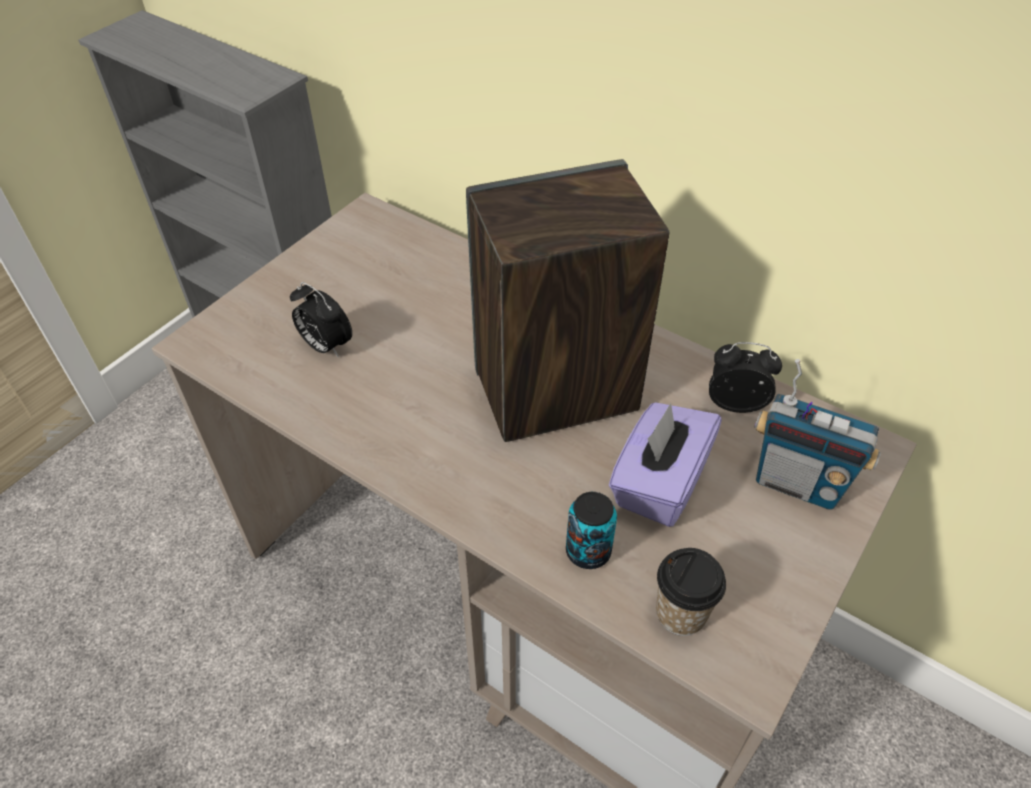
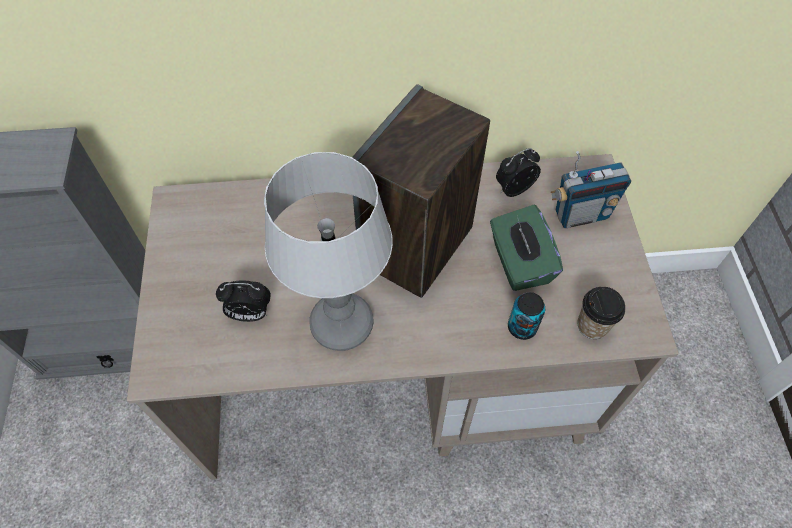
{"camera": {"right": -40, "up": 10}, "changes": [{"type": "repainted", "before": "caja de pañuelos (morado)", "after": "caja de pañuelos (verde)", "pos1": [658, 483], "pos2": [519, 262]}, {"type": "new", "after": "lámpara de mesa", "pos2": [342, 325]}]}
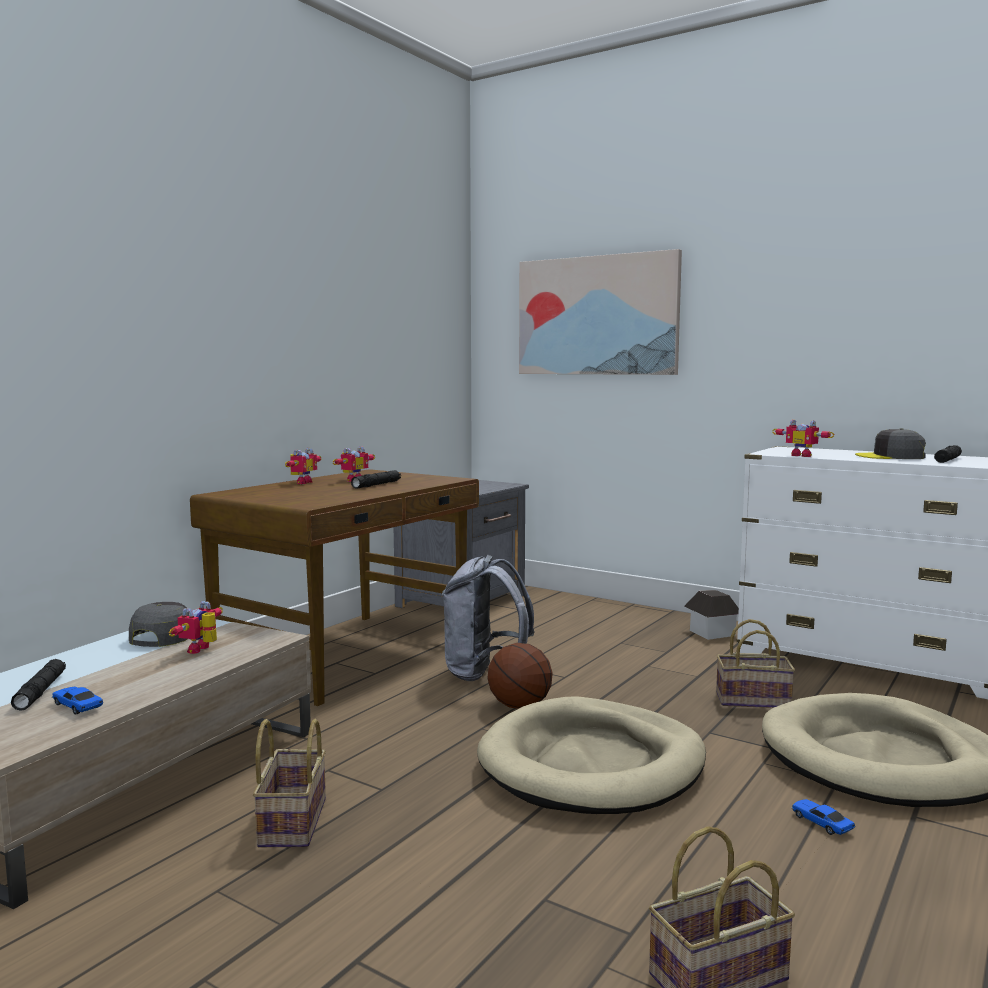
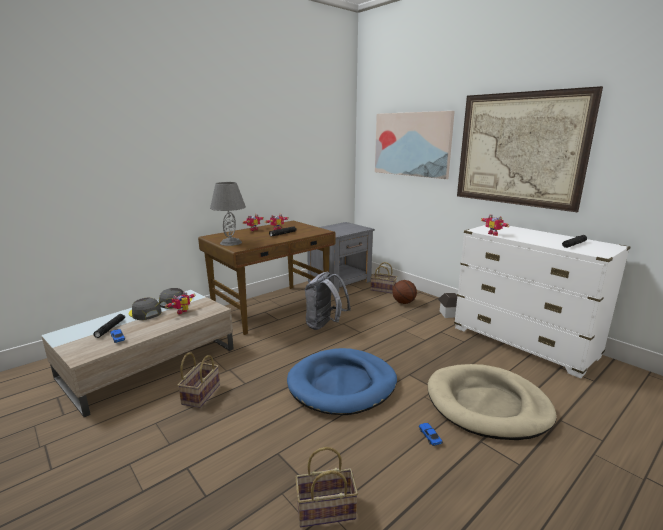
{"camera": {"right": 15, "up": 10}, "changes": [{"type": "repainted", "before": "cama para perro (beis)", "after": "cama para perro (azul)", "pos1": [592, 764], "pos2": [342, 384]}, {"type": "shifted", "before": "balón de baloncesto", "pos1": [520, 706], "pos2": [404, 302]}, {"type": "shifted", "before": "cesta", "pos1": [754, 700], "pos2": [384, 289]}, {"type": "shifted", "before": "gorra (gris)", "pos1": [891, 457], "pos2": [145, 313]}, {"type": "new", "after": "lámpara de mesa (gris)", "pos2": [230, 242]}, {"type": "new", "after": "cuadro", "pos2": [519, 149]}]}
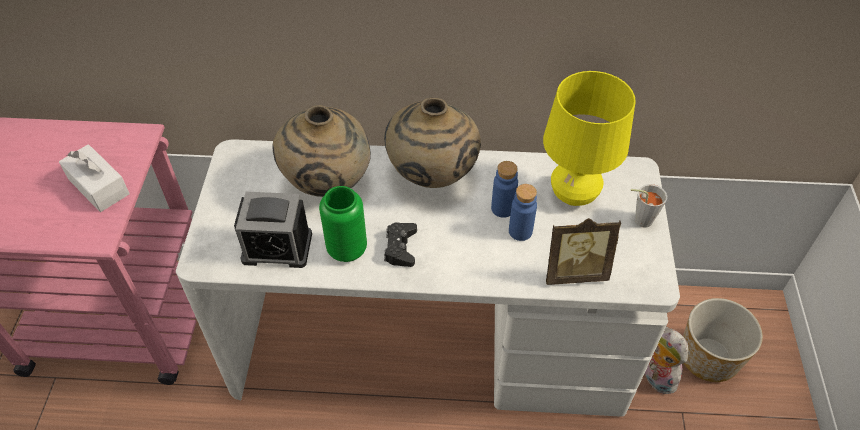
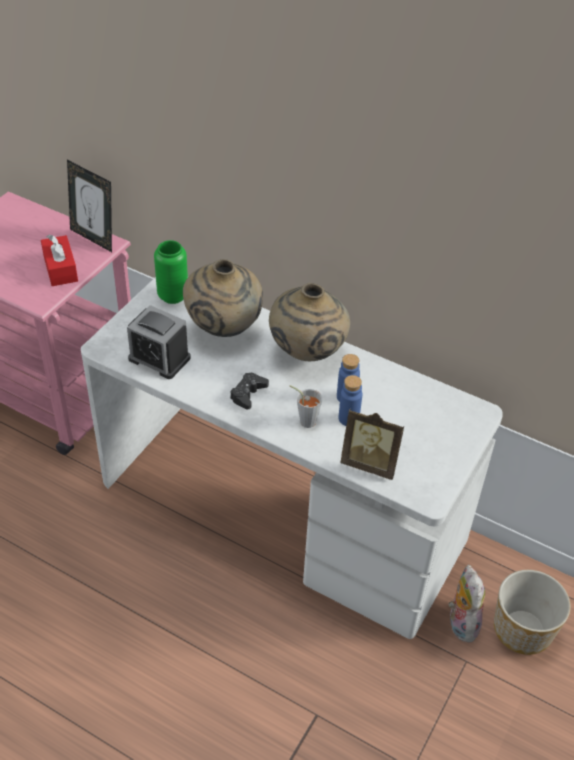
{"camera": {"right": 25, "up": -5}, "changes": [{"type": "repainted", "before": "caja de pañuelos (blanco)", "after": "caja de pañuelos (rojo)", "pos1": [98, 186], "pos2": [60, 269]}, {"type": "shifted", "before": "florero (verde)", "pos1": [347, 249], "pos2": [173, 296]}, {"type": "gone", "before": "lámpara de mesa (amarillo)", "pos1": [574, 195]}, {"type": "shifted", "before": "taza (gris)", "pos1": [639, 220], "pos2": [304, 420]}, {"type": "new", "after": "portarretratos", "pos2": [94, 238]}]}
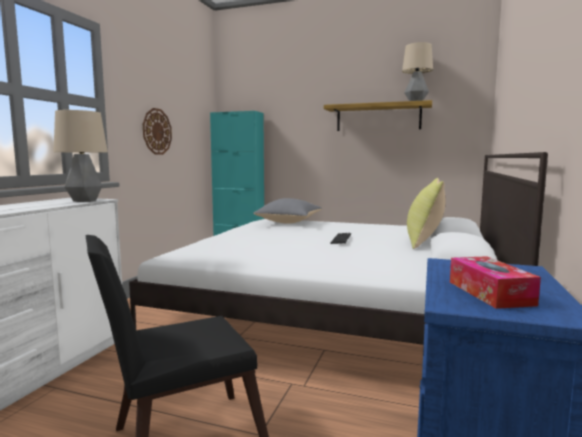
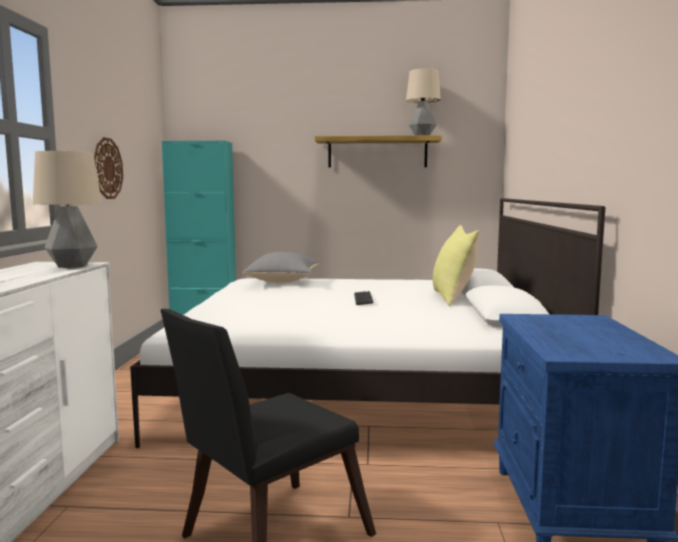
{"camera": {"right": -15, "up": 0}, "changes": [{"type": "gone", "before": "caja de pañuelos", "pos1": [490, 293]}]}
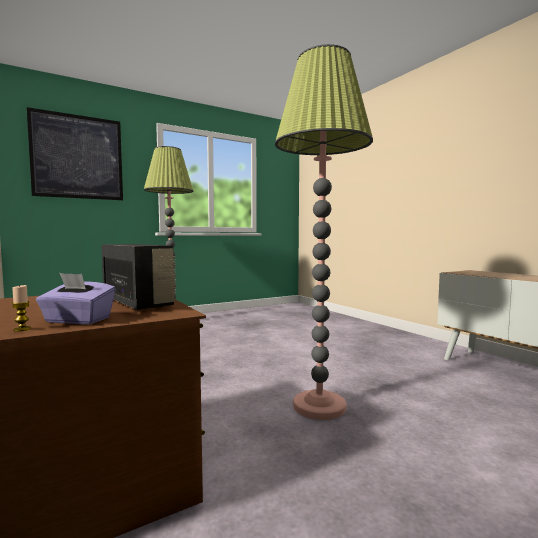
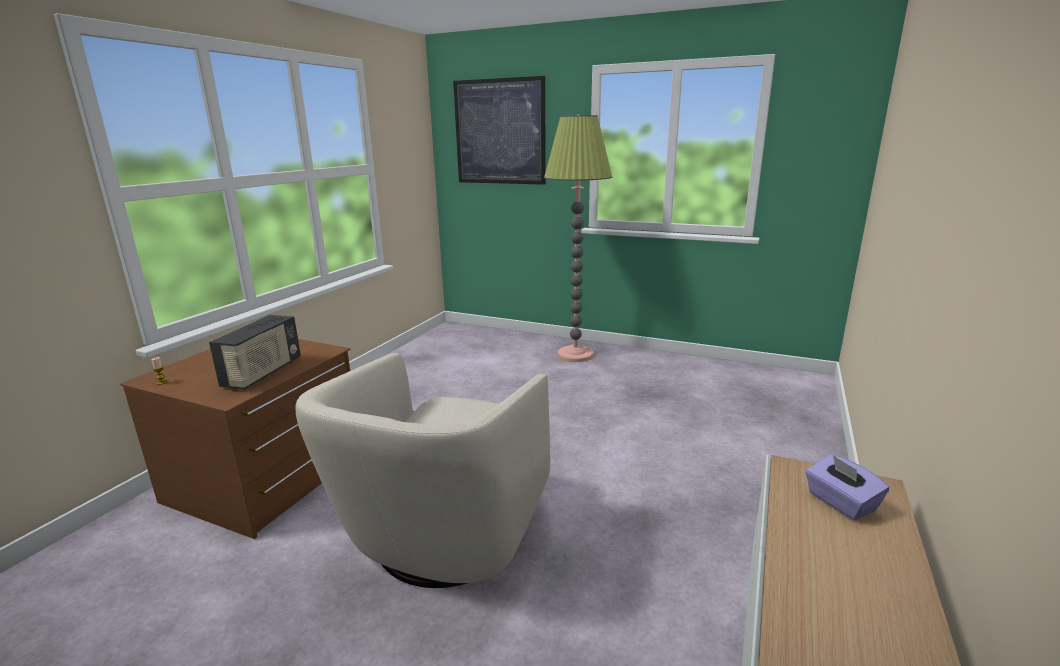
{"camera": {"right": 55, "up": 15}, "changes": [{"type": "shifted", "before": "caja de pañuelos (morado)", "pos1": [77, 320], "pos2": [840, 502]}, {"type": "swapped", "before": "lámpara de pie", "after": "sillón (beis)", "pos1": [319, 406], "pos2": [445, 538]}]}
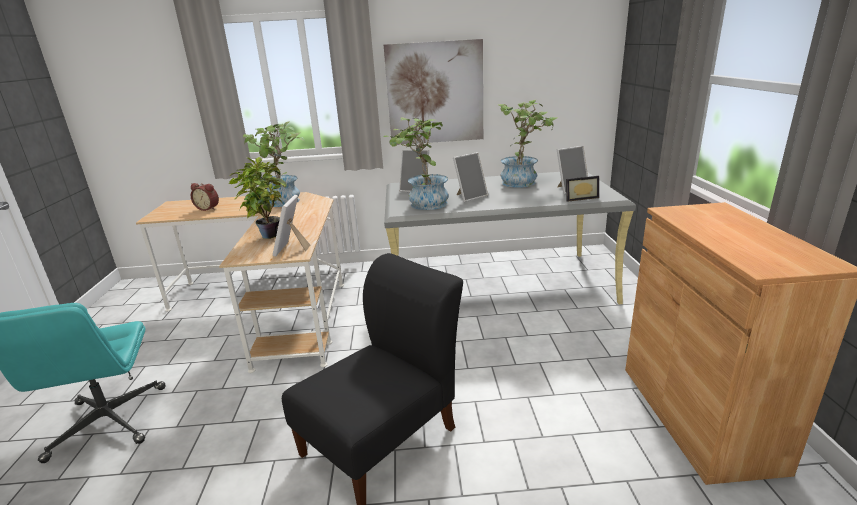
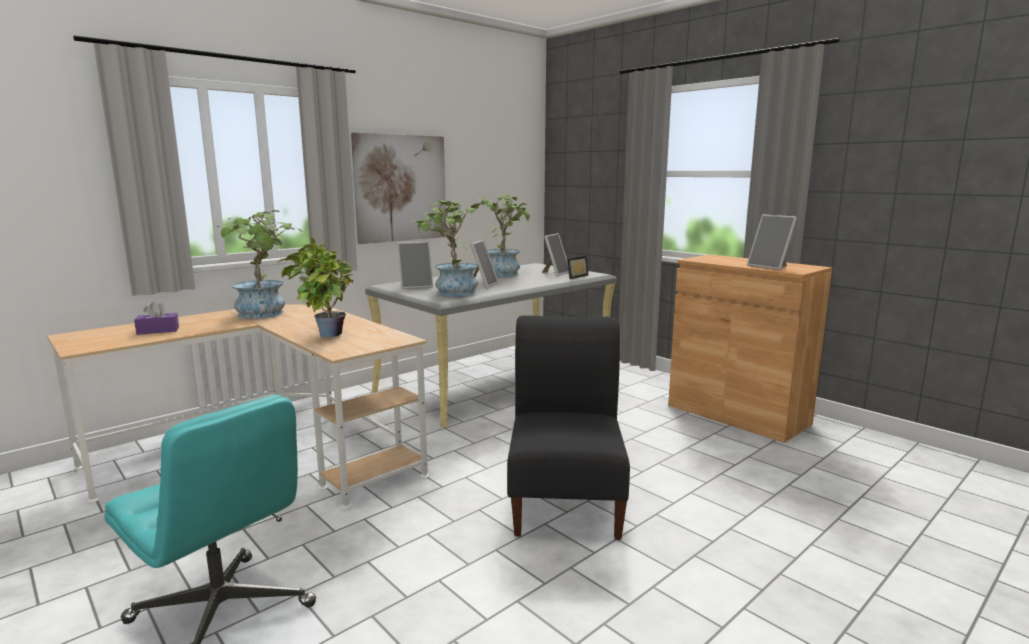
{"camera": {"right": -40, "up": -10}, "changes": [{"type": "swapped", "before": "despertador", "after": "caja de pañuelos (morado)", "pos1": [208, 208], "pos2": [158, 331]}, {"type": "shifted", "before": "portarretratos", "pos1": [292, 249], "pos2": [770, 266]}]}
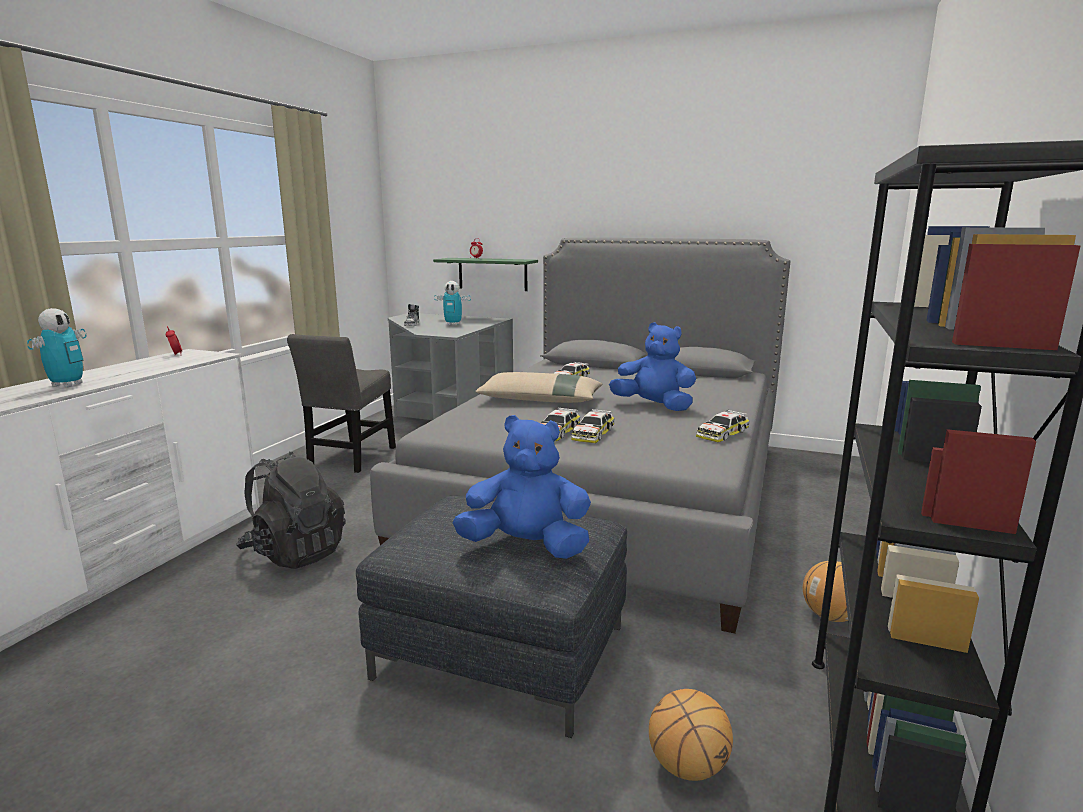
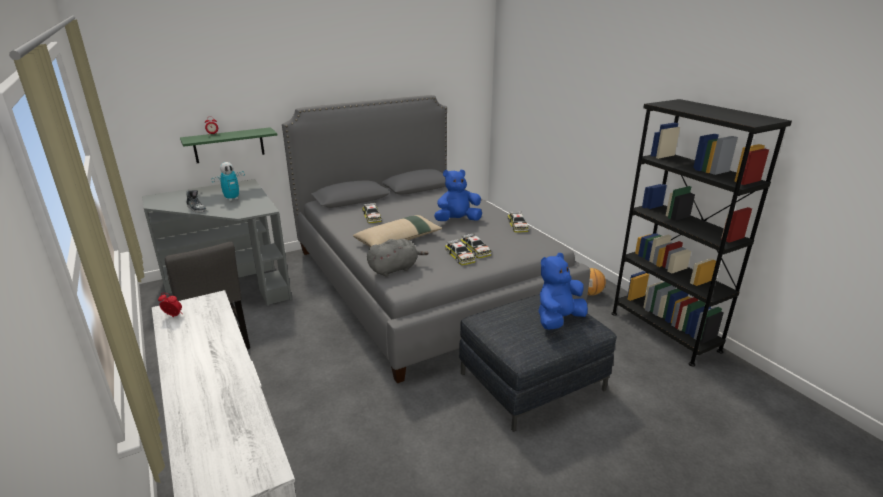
{"camera": {"right": -50, "up": 10}, "changes": [{"type": "gone", "before": "robot de juguete", "pos1": [67, 385]}, {"type": "gone", "before": "mochila (negro)", "pos1": [295, 552]}, {"type": "gone", "before": "balón de baloncesto", "pos1": [687, 767]}, {"type": "new", "after": "peluche (gris)", "pos2": [395, 269]}]}
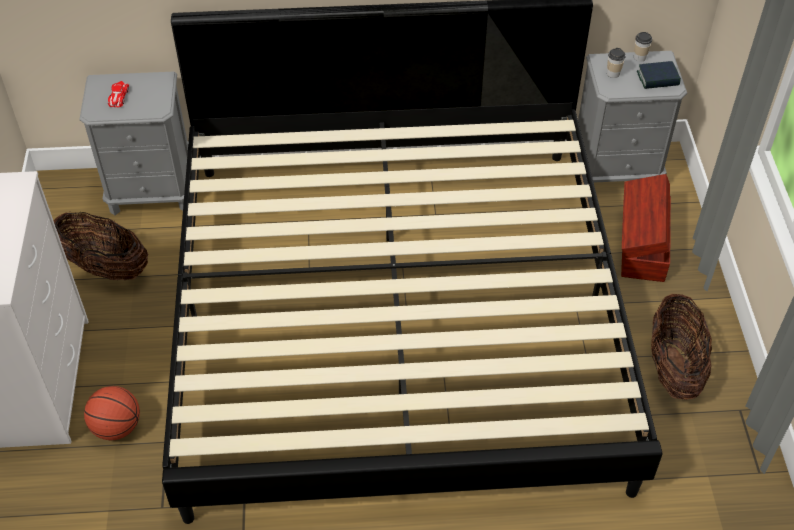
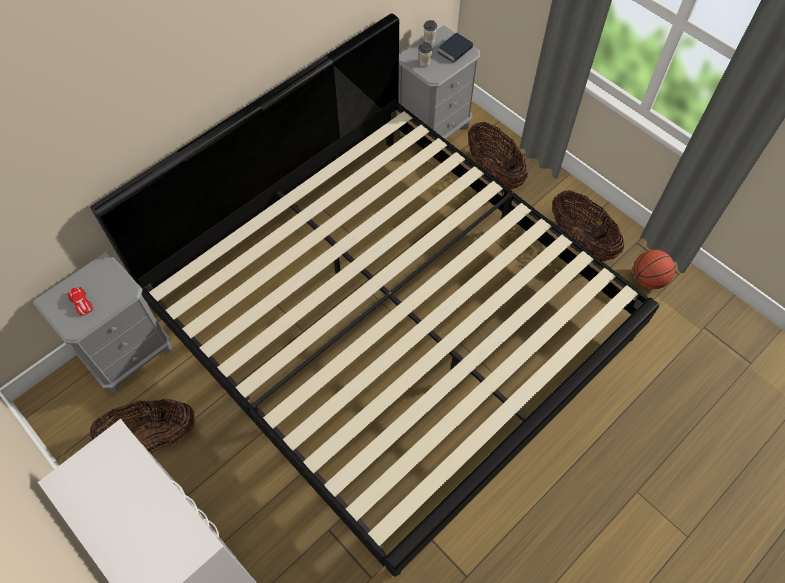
{"camera": {"right": -40, "up": 10}, "changes": [{"type": "shifted", "before": "balón de baloncesto", "pos1": [117, 427], "pos2": [648, 279]}, {"type": "swapped", "before": "caja de almacenaje (marrón)", "after": "cesta", "pos1": [642, 245], "pos2": [493, 172]}]}
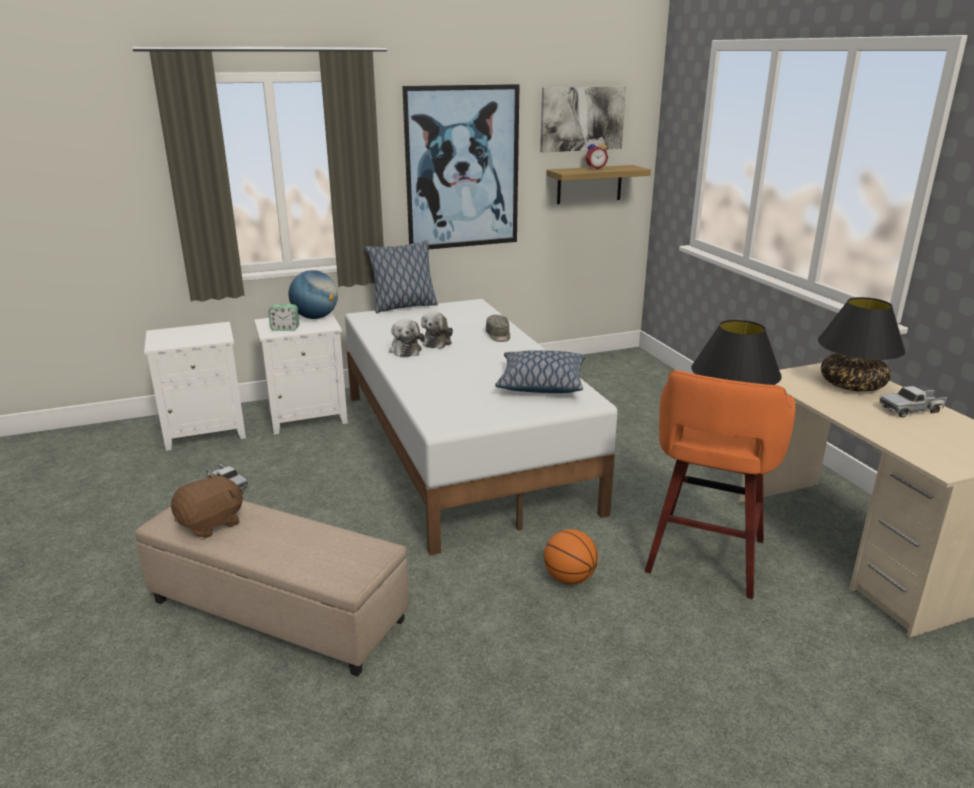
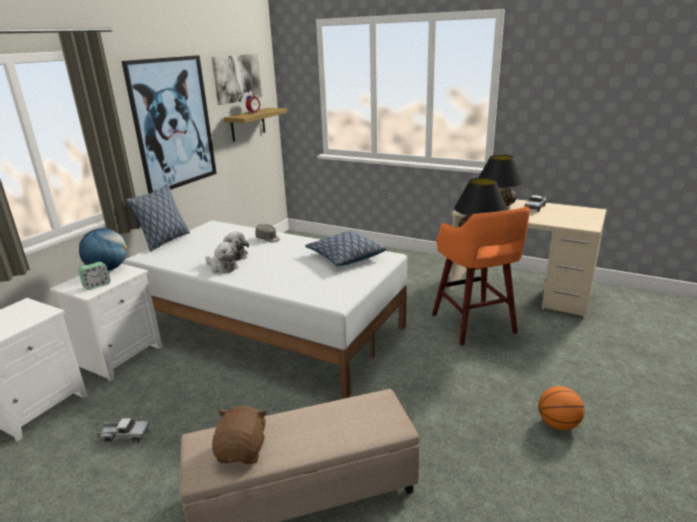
{"camera": {"right": -40, "up": 0}, "changes": [{"type": "shifted", "before": "balón de baloncesto", "pos1": [569, 578], "pos2": [558, 424]}]}
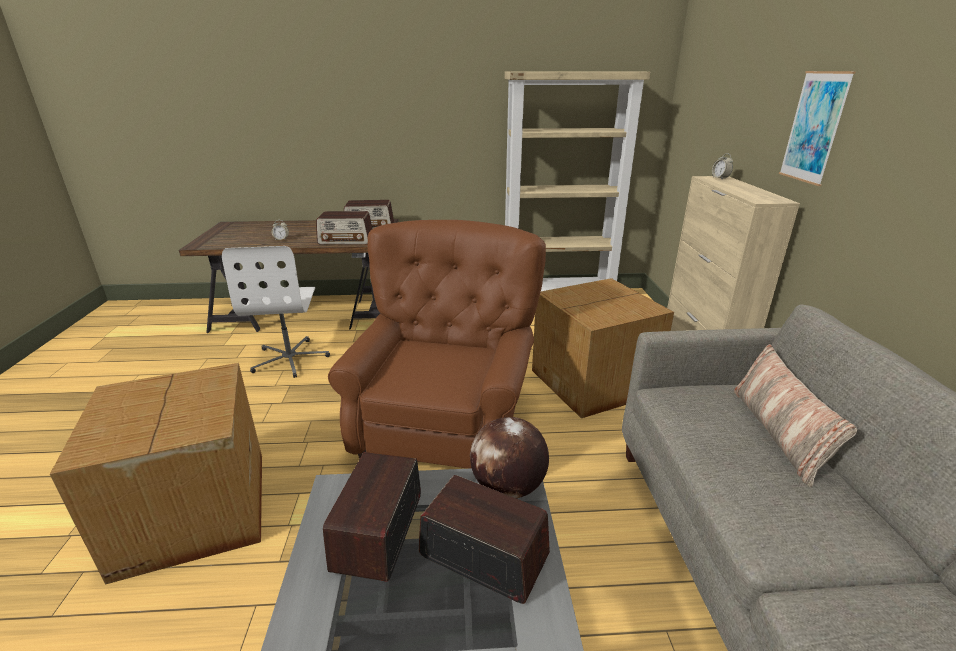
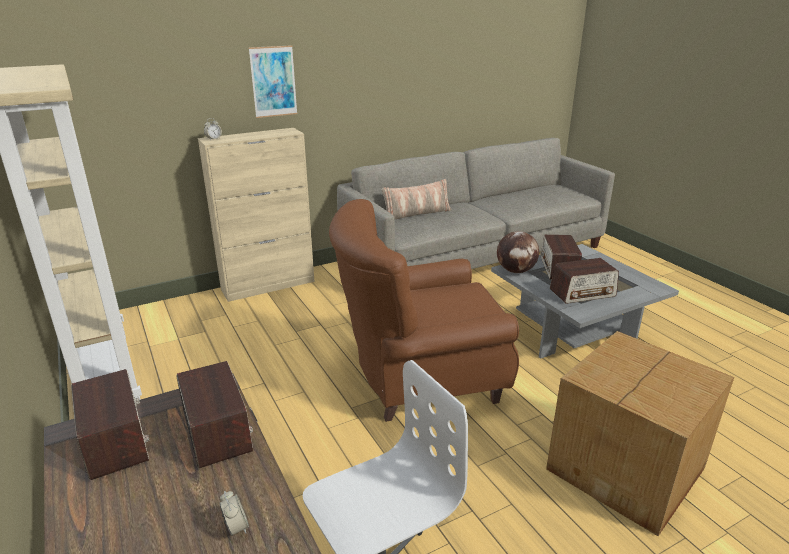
{"camera": {"right": -115, "up": 0}, "changes": [{"type": "gone", "before": "caja de cartón", "pos1": [594, 382]}]}
